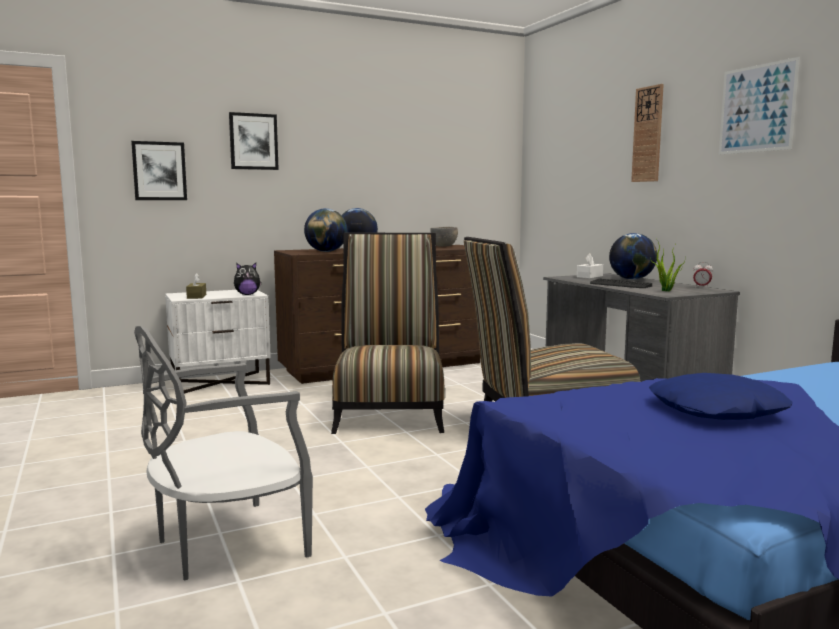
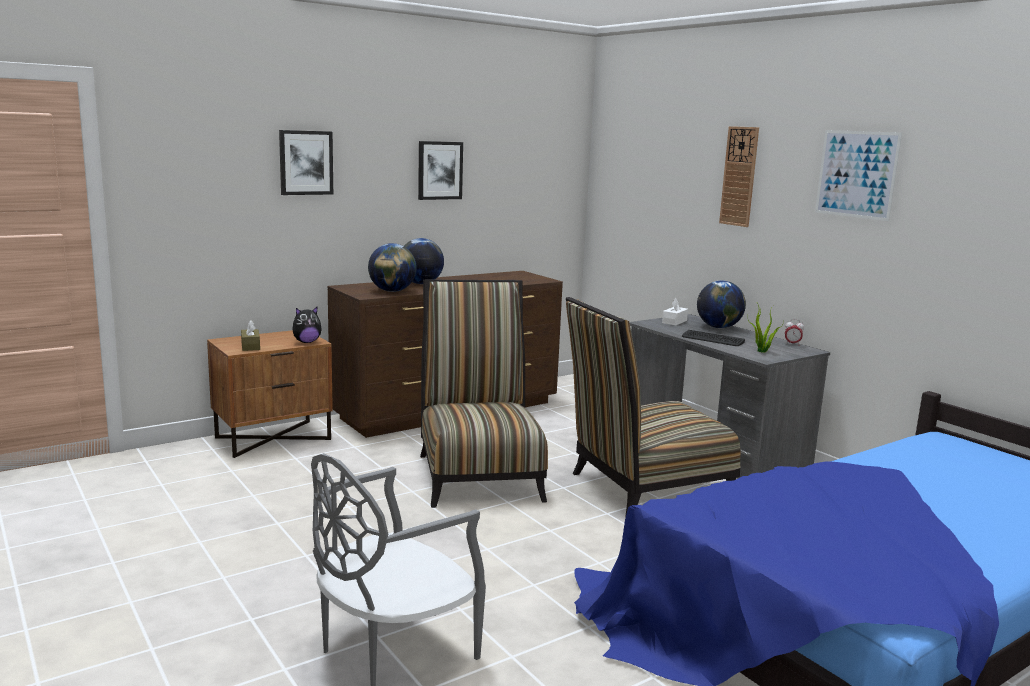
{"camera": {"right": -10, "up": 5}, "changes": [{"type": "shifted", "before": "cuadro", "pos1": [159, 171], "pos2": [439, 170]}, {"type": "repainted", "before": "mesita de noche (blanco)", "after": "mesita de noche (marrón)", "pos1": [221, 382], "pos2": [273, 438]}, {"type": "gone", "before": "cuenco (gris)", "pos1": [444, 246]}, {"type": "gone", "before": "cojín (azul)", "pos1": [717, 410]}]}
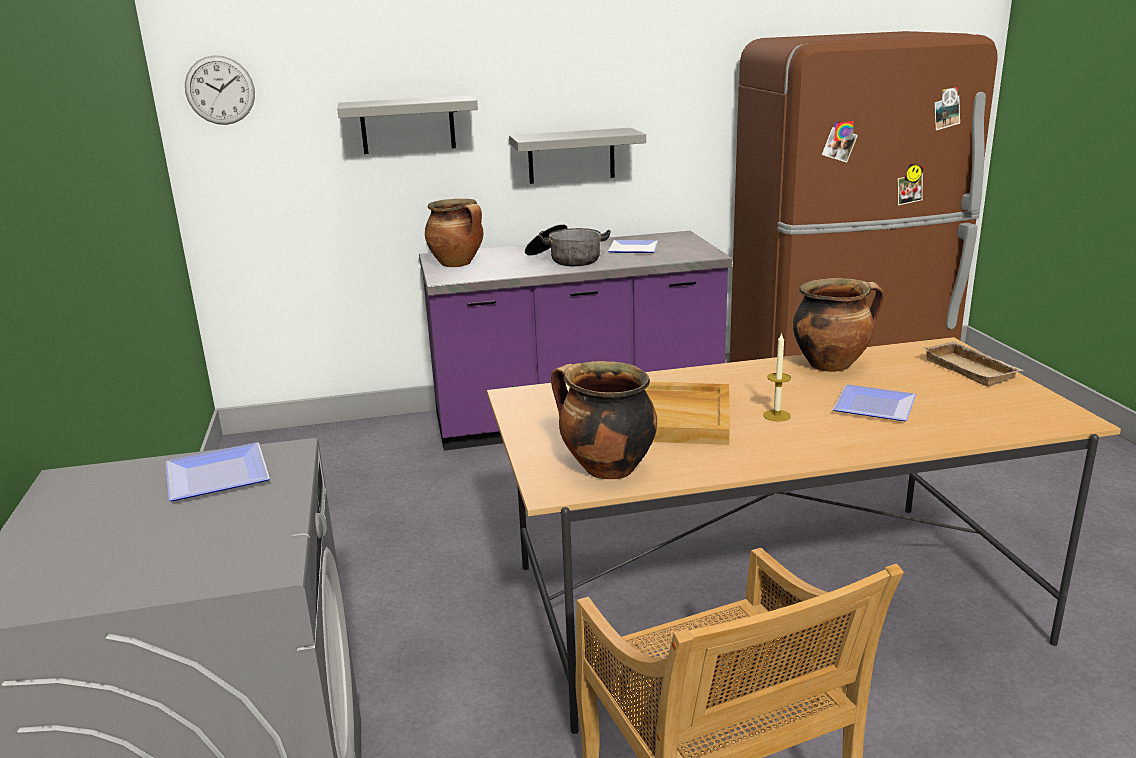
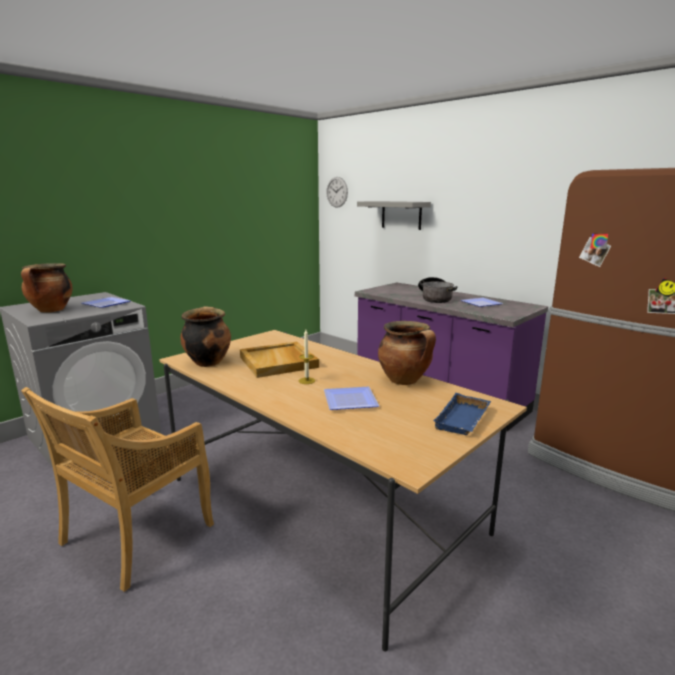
{"camera": {"right": 55, "up": -5}, "changes": [{"type": "shifted", "before": "olla", "pos1": [458, 264], "pos2": [51, 310]}, {"type": "gone", "before": "estante (gris)", "pos1": [571, 156]}, {"type": "repainted", "before": "bandeja (beis)", "after": "bandeja (azul)", "pos1": [972, 369], "pos2": [464, 420]}]}
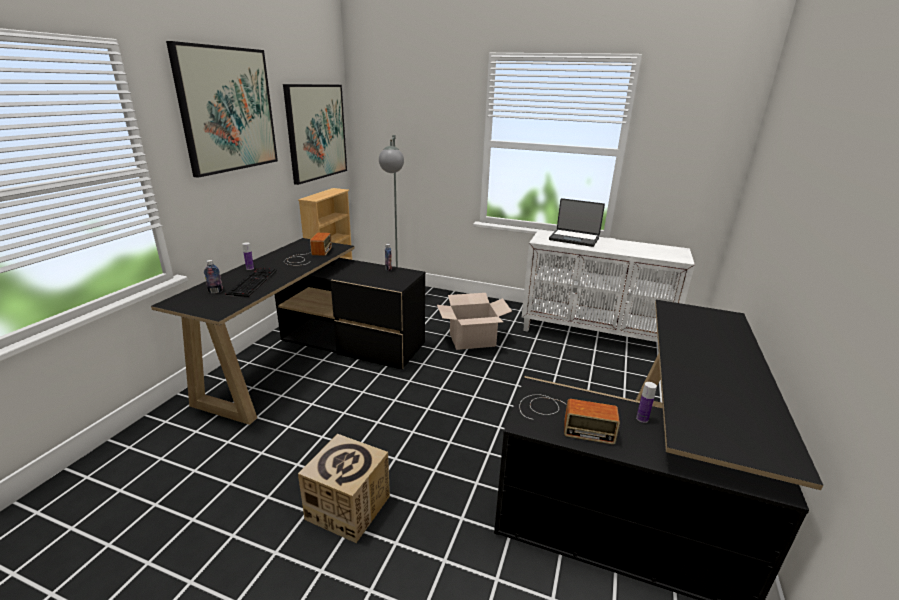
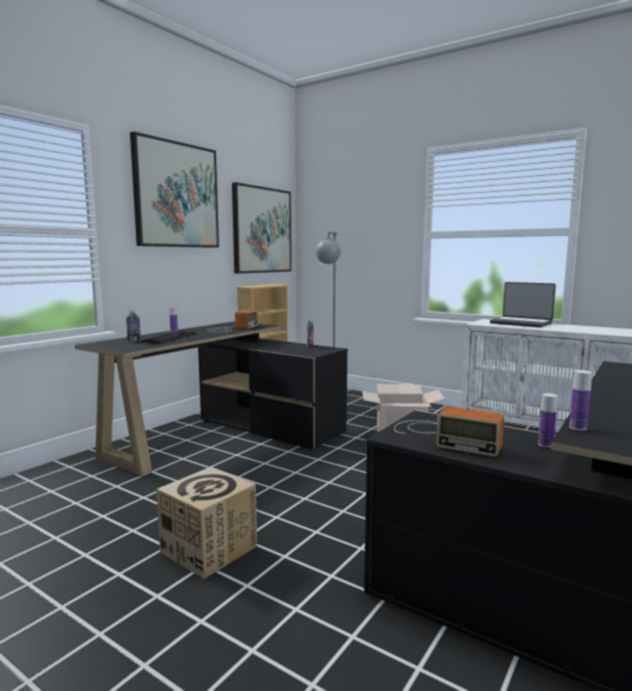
{"camera": {"right": 15, "up": -15}, "changes": [{"type": "new", "after": "botella", "pos2": [578, 428]}]}
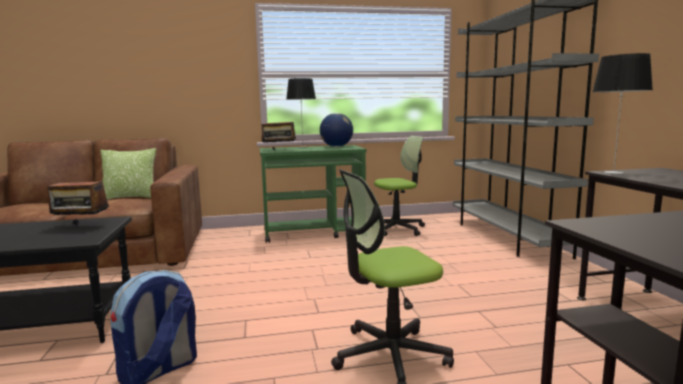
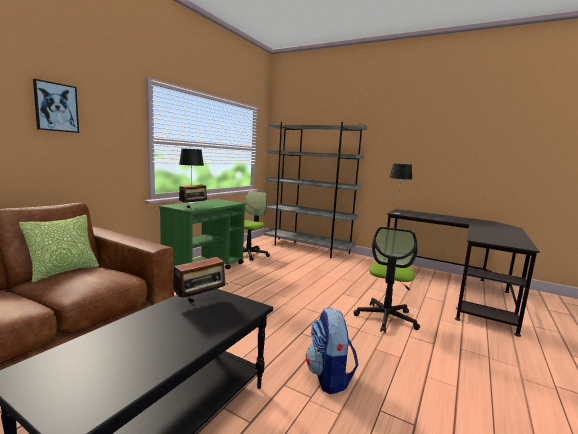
{"camera": {"right": -50, "up": 0}, "changes": [{"type": "gone", "before": "globo terráqueo", "pos1": [336, 146]}, {"type": "new", "after": "cuadro", "pos2": [56, 107]}]}
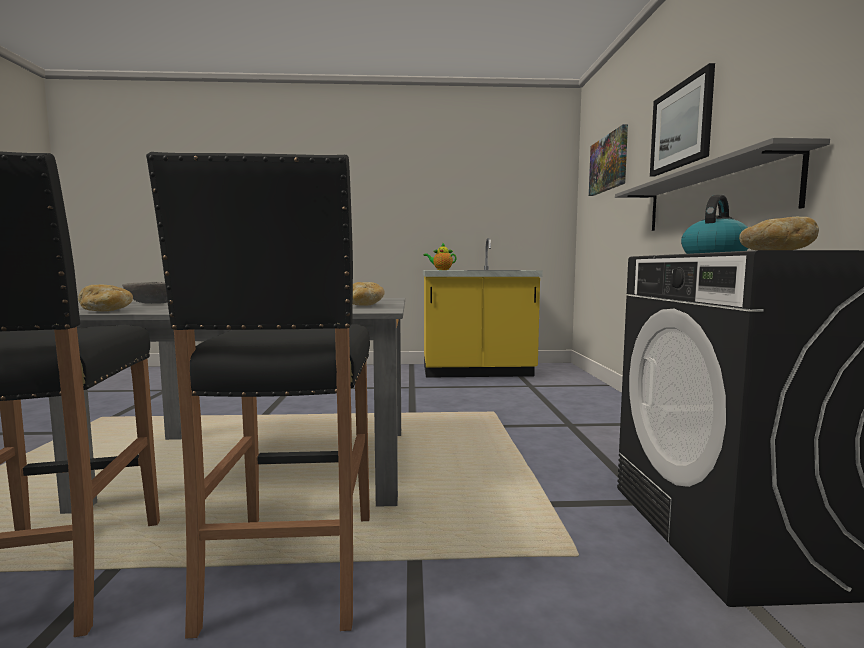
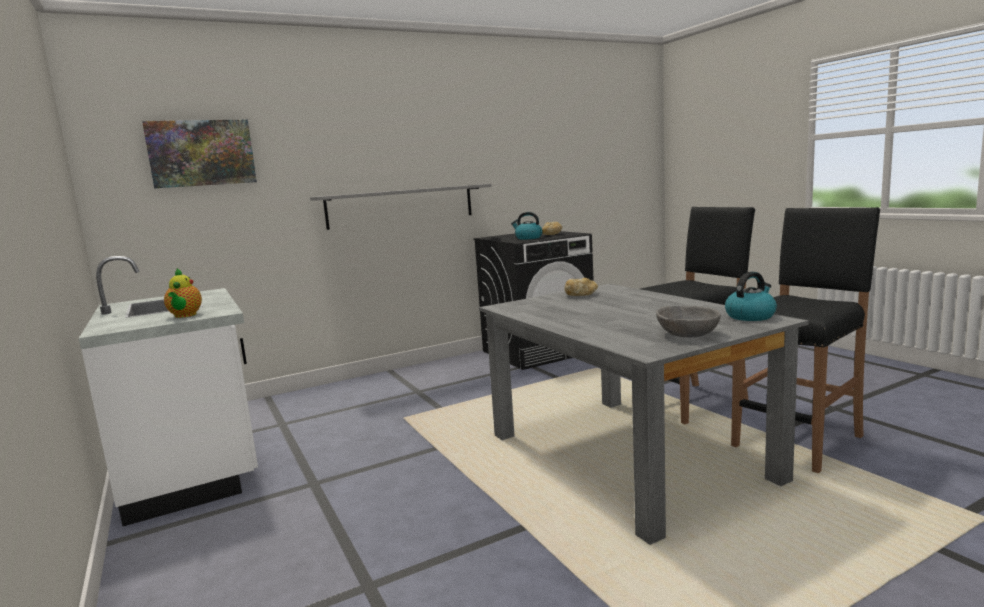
{"camera": {"right": -115, "up": 5}, "changes": [{"type": "swapped", "before": "pan", "after": "hervidor", "pos1": [106, 311], "pos2": [750, 316]}, {"type": "repainted", "before": "mueble bajo de cocina (amarillo)", "after": "mueble bajo de cocina (blanco)", "pos1": [477, 371], "pos2": [194, 468]}, {"type": "gone", "before": "cuadro", "pos1": [681, 126]}]}
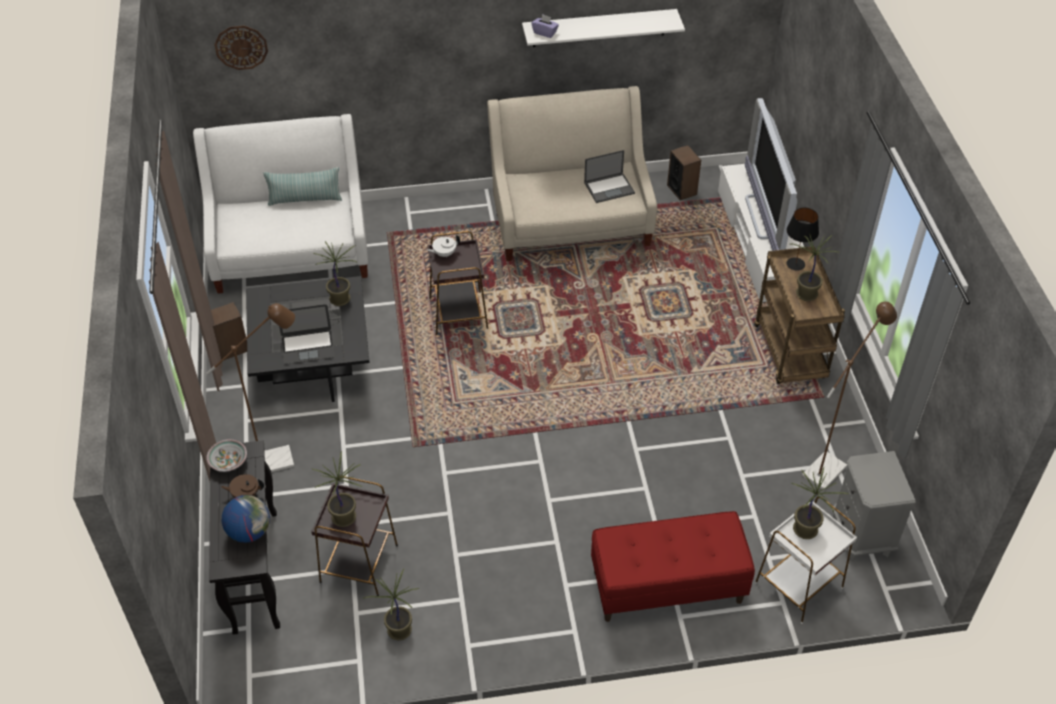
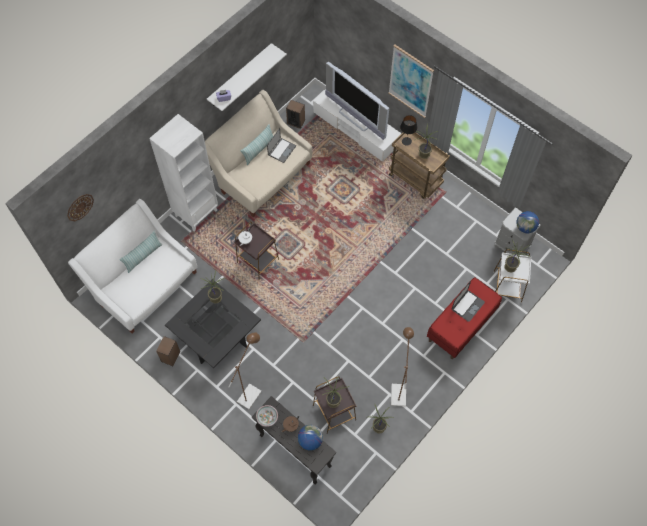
{"camera": {"right": -40, "up": 15}, "changes": [{"type": "shifted", "before": "portátil", "pos1": [307, 346], "pos2": [467, 305]}, {"type": "shifted", "before": "lámpara de pie (marrón)", "pos1": [829, 466], "pos2": [398, 390]}, {"type": "new", "after": "estantería (blanco)", "pos2": [196, 212]}, {"type": "new", "after": "cojín", "pos2": [259, 150]}, {"type": "new", "after": "cuadro", "pos2": [410, 81]}, {"type": "new", "after": "globo terráqueo", "pos2": [525, 227]}]}
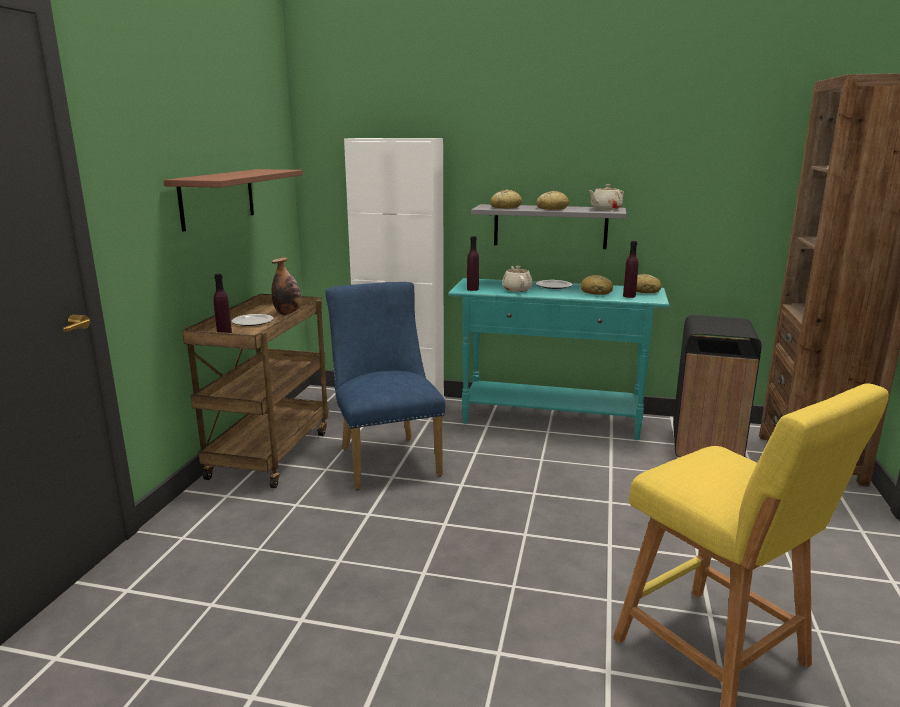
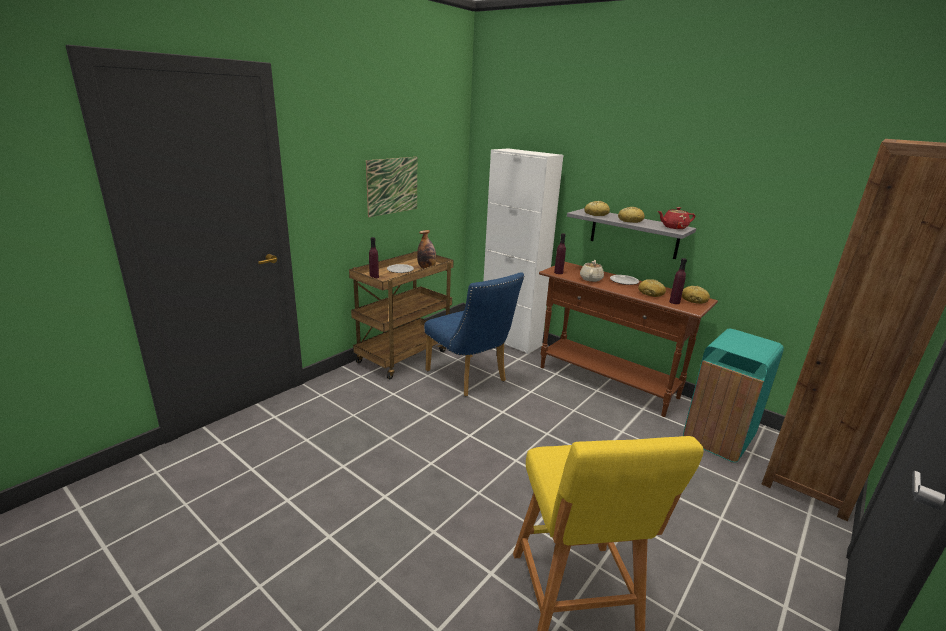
{"camera": {"right": 25, "up": 5}, "changes": [{"type": "swapped", "before": "estante (marrón)", "after": "cuadro", "pos1": [217, 198], "pos2": [392, 186]}, {"type": "rotated", "before": "silla (azul)", "pos1": [386, 458], "pos2": [469, 378], "turn": 135}, {"type": "repainted", "before": "mesa consola (turquesa)", "after": "mesa consola (marrón)", "pos1": [552, 420], "pos2": [607, 382]}, {"type": "repainted", "before": "tetera (beis)", "after": "tetera (rojo)", "pos1": [605, 209], "pos2": [673, 227]}, {"type": "repainted", "before": "papelera (negro)", "after": "papelera (turquesa)", "pos1": [705, 446], "pos2": [717, 438]}]}
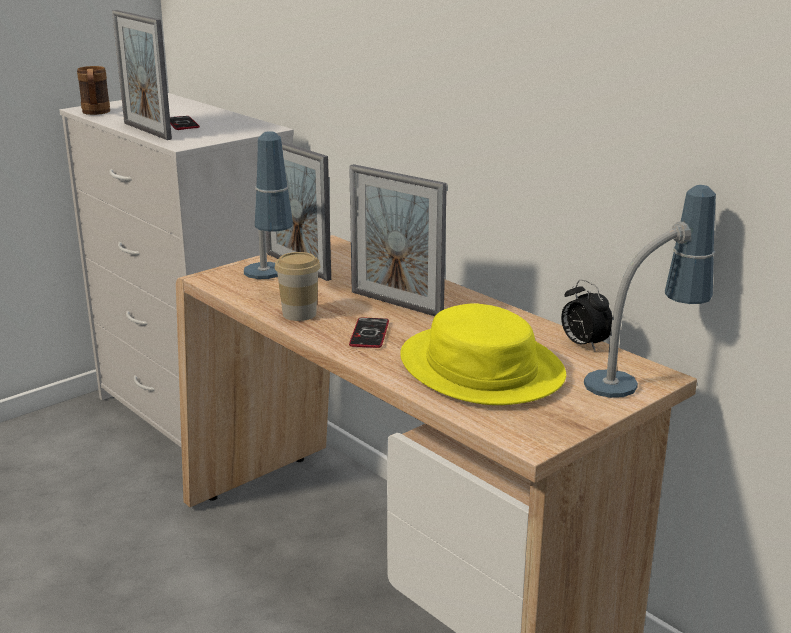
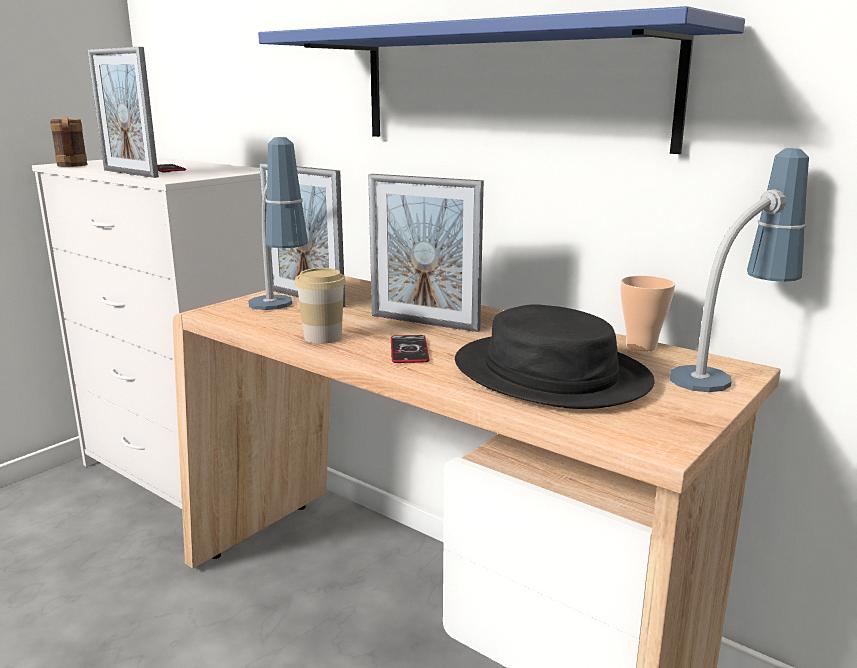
{"camera": {"right": -10, "up": -5}, "changes": [{"type": "repainted", "before": "sombrero (amarillo)", "after": "sombrero (negro)", "pos1": [481, 368], "pos2": [550, 373]}, {"type": "swapped", "before": "despertador", "after": "taza", "pos1": [583, 345], "pos2": [641, 346]}, {"type": "new", "after": "estante (azul)", "pos2": [508, 88]}]}
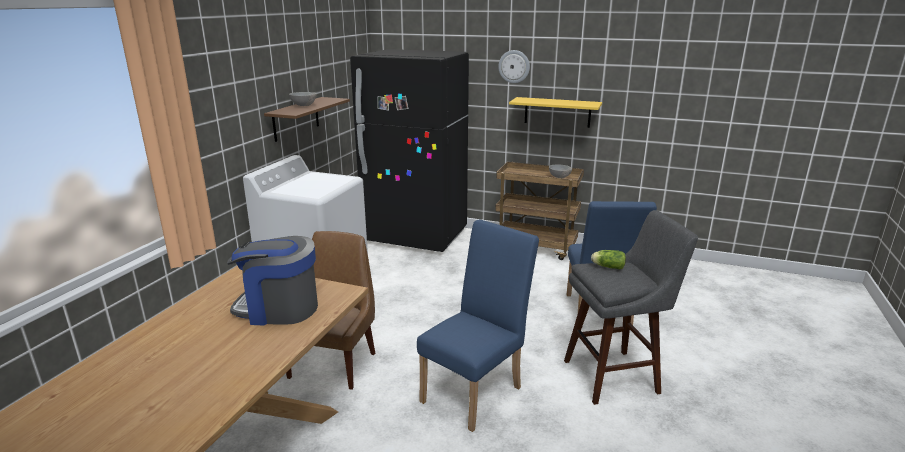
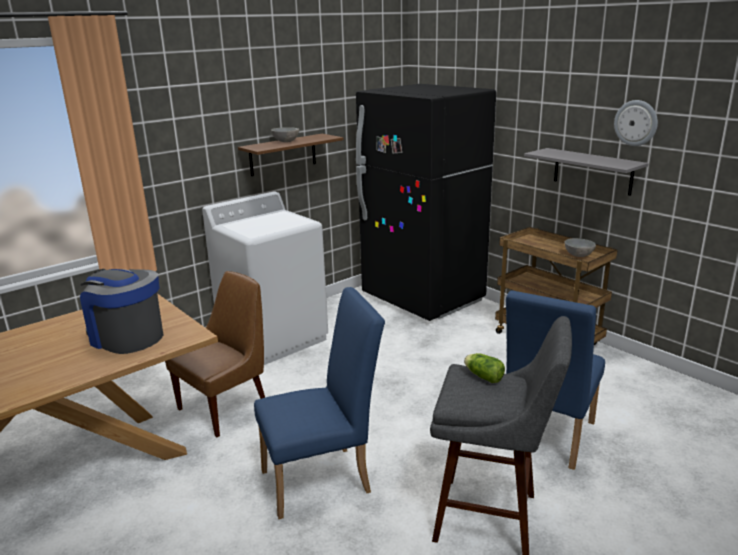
{"camera": {"right": 30, "up": 0}, "changes": [{"type": "shifted", "before": "reloj de pared", "pos1": [514, 66], "pos2": [636, 123]}, {"type": "repainted", "before": "estante (amarillo)", "after": "estante (gris)", "pos1": [557, 112], "pos2": [592, 171]}]}
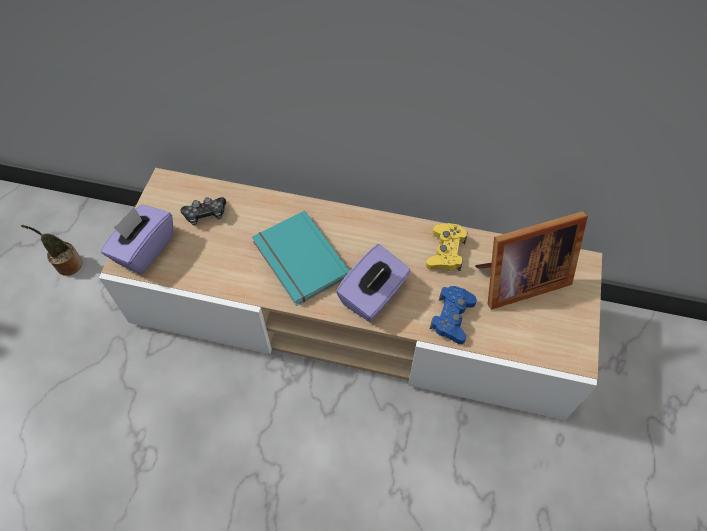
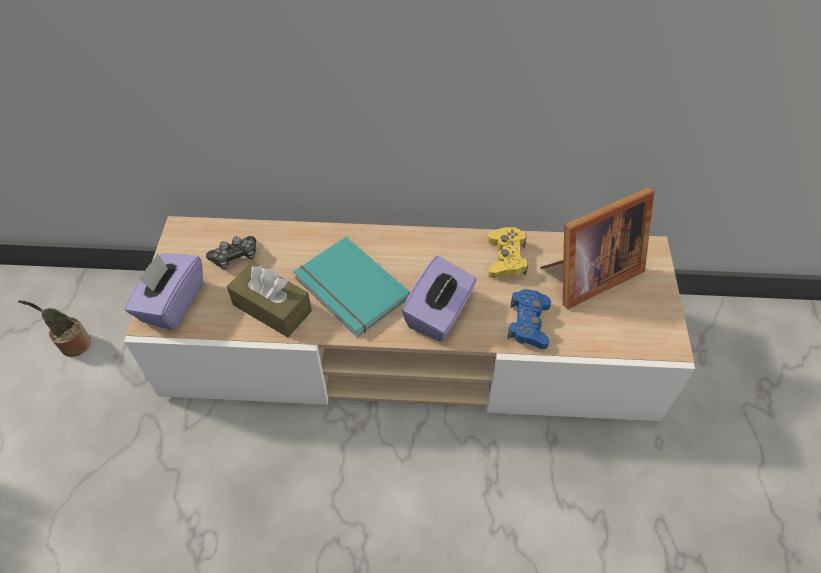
{"camera": {"right": -10, "up": -5}, "changes": [{"type": "new", "after": "caja de pañuelos (marrón)", "pos2": [272, 308]}]}
